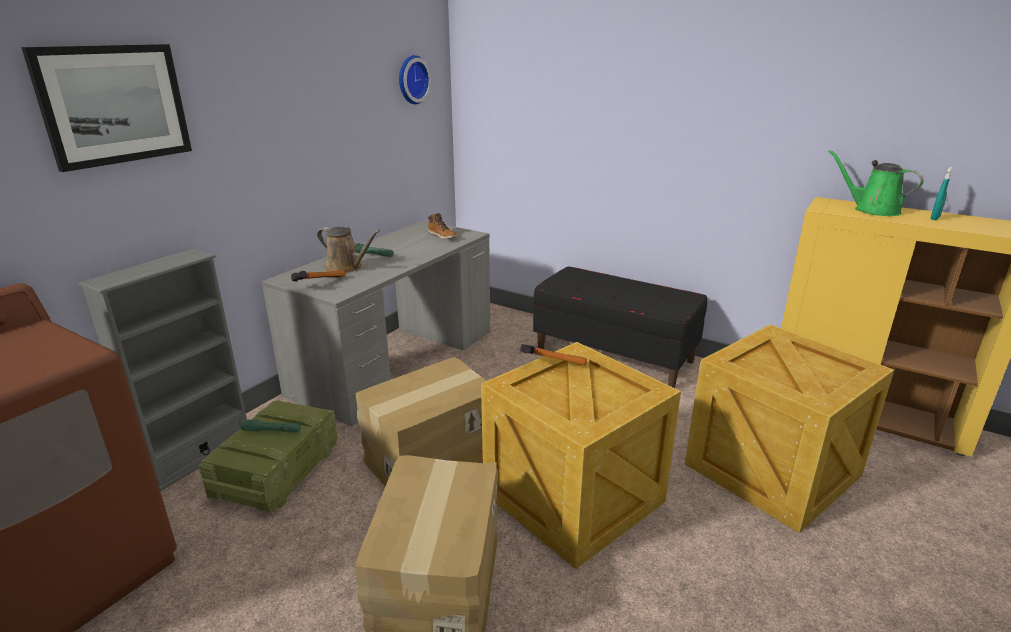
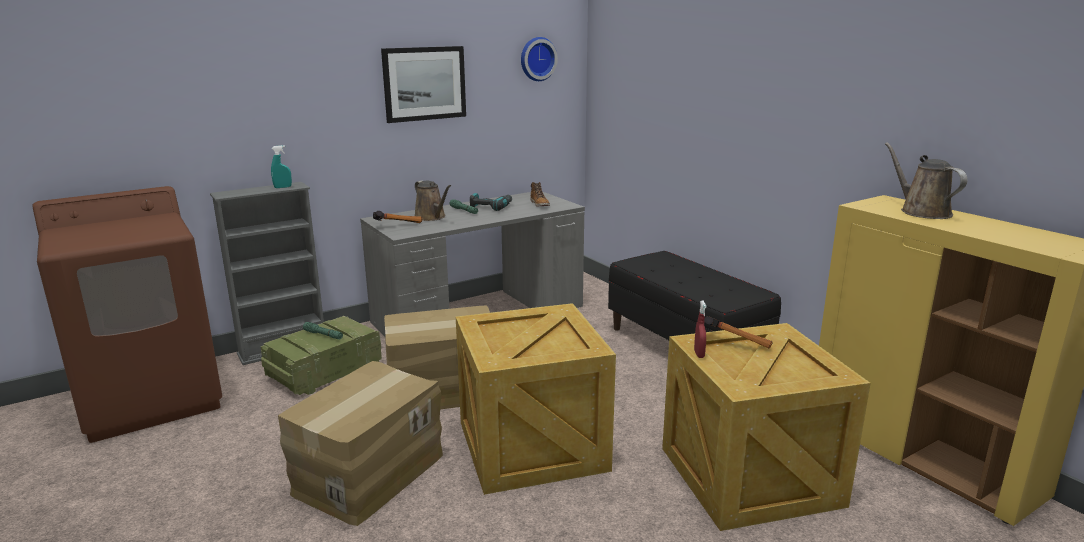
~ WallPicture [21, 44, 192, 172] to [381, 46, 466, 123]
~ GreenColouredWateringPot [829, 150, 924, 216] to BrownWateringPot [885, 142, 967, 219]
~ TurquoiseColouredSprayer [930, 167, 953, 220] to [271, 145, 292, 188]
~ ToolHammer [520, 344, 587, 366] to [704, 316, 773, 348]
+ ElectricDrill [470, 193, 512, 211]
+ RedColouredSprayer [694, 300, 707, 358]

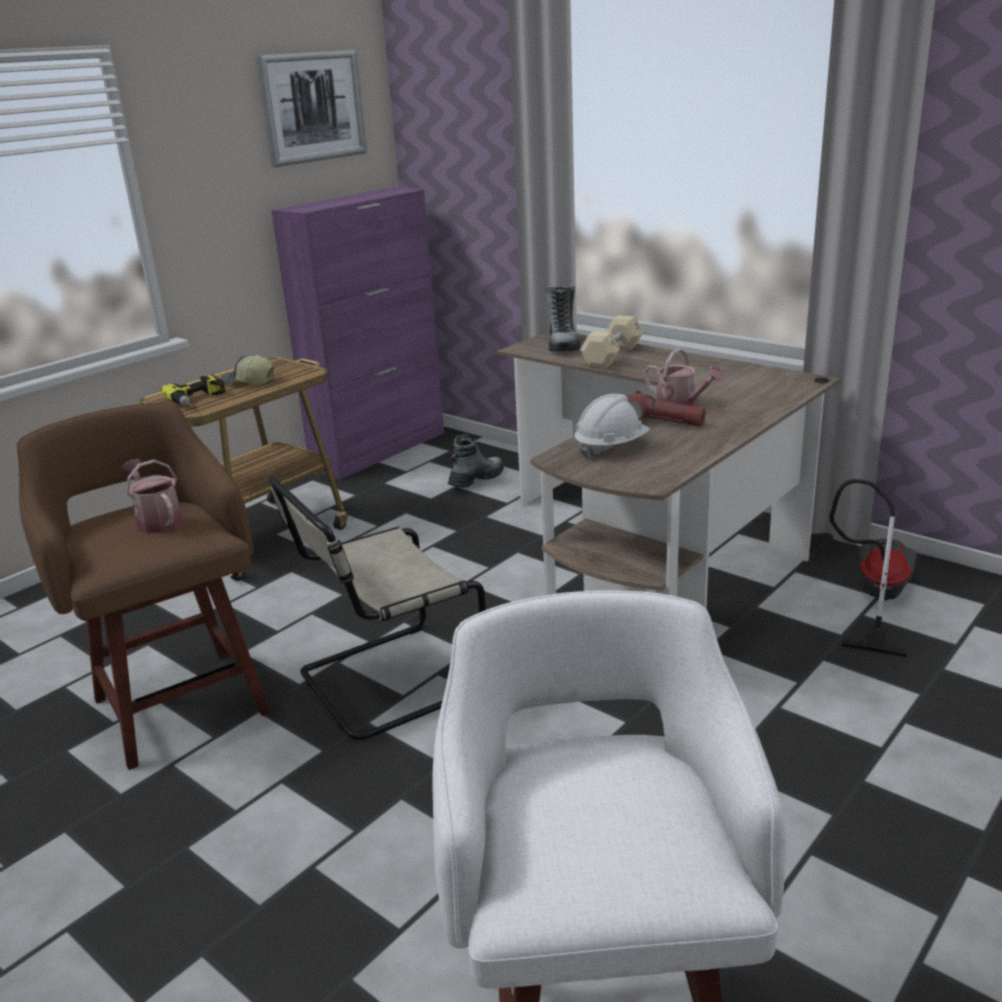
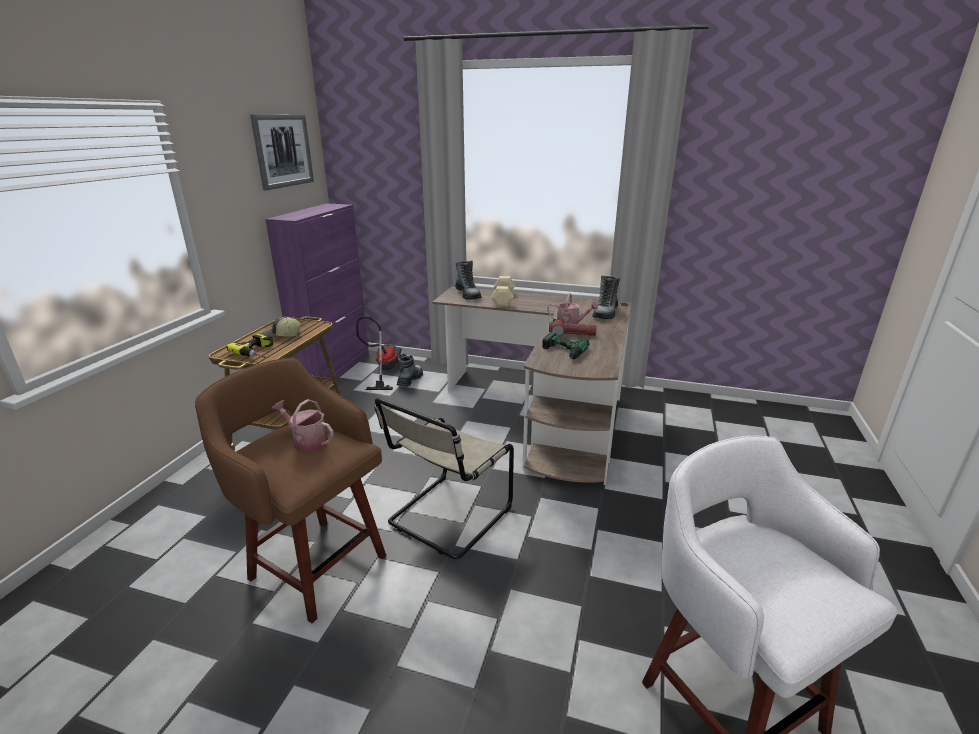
~ WhitishSafetyHelmet [575, 394, 650, 458] to ElectricDrill [542, 332, 589, 361]
~ Vacuum [829, 479, 917, 657] to [356, 316, 402, 390]
+ HighTopBoot [592, 276, 620, 319]

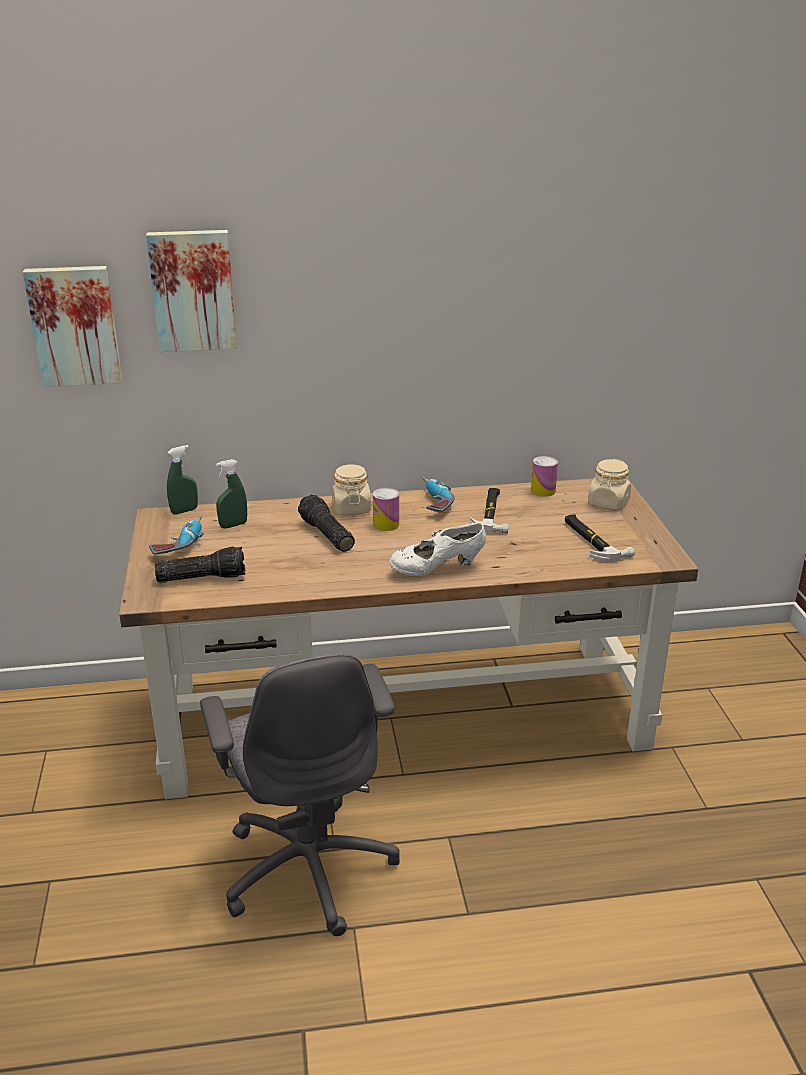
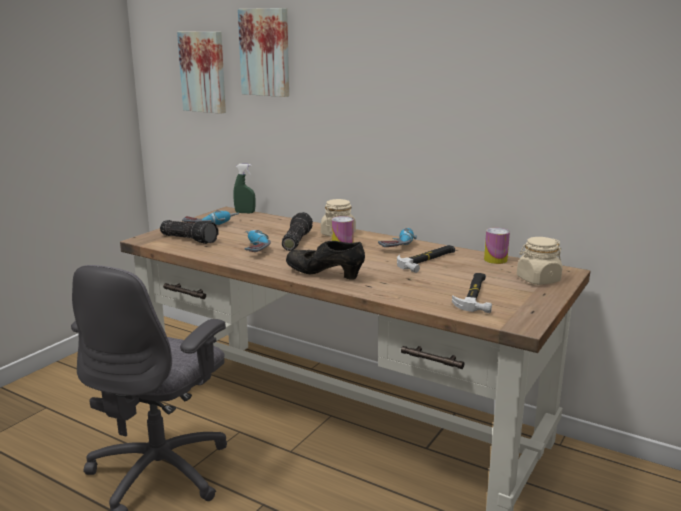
- GreenColouredSprayer [216, 459, 247, 528]
~ WhitishShoe [389, 522, 486, 576] to BlackShoe [286, 241, 365, 280]
+ ElectricDrill [245, 230, 271, 252]

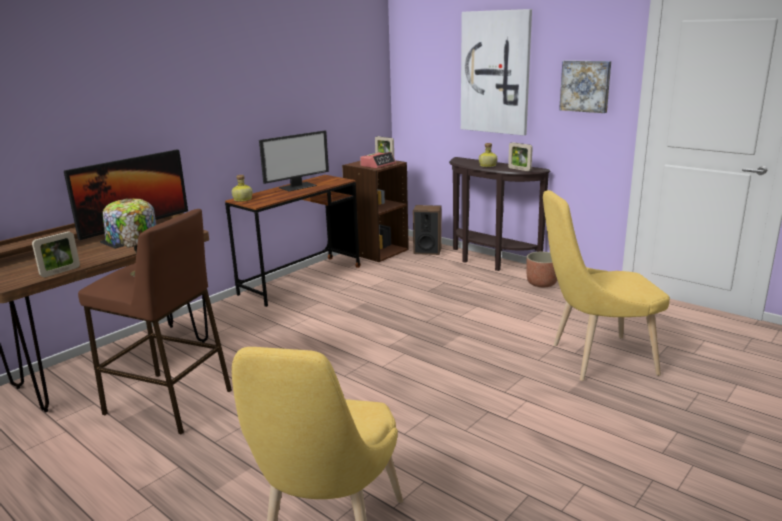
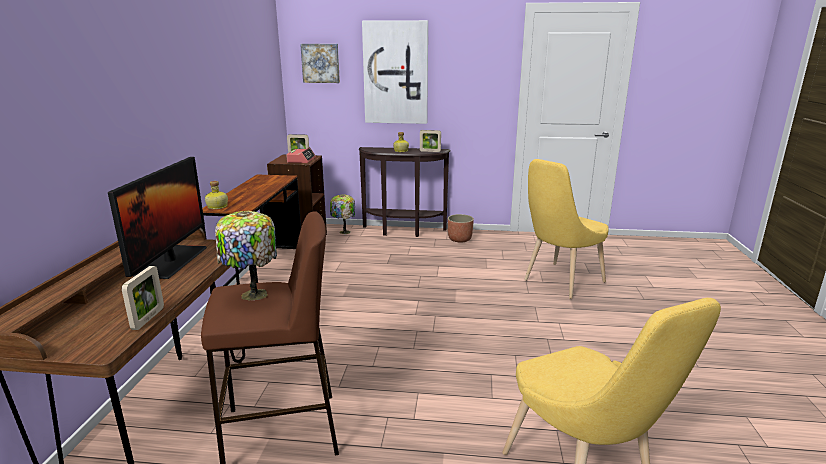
~ WallPicture [559, 60, 611, 113] to [300, 44, 340, 83]
- ComputerScreen [259, 130, 329, 191]
~ Speaker [413, 205, 442, 255] to TableLamp [330, 195, 355, 234]

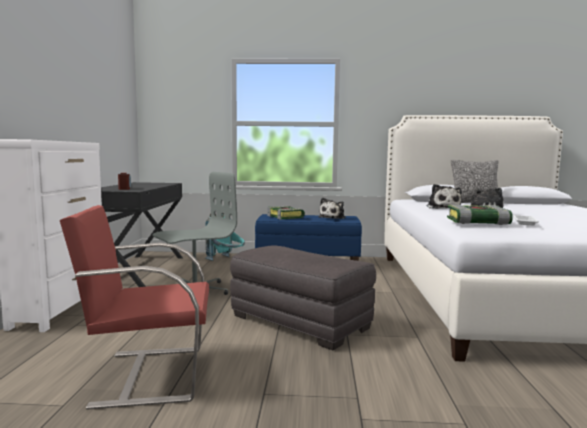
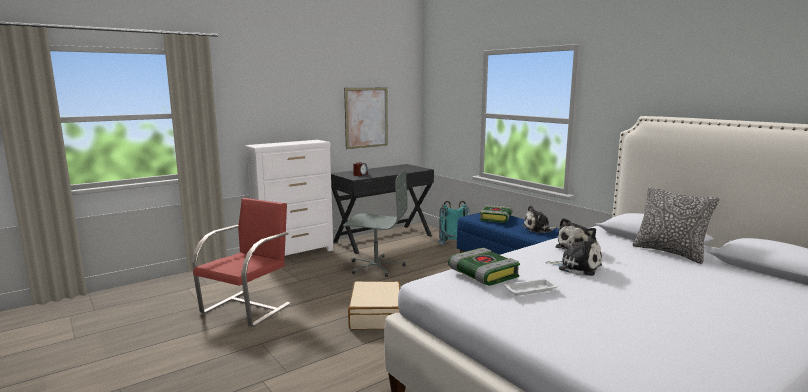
~ RedColouredUprightChair [60, 205, 209, 410] = [192, 198, 291, 327] 75 degrees clockwise
~ GreyPouffe [230, 245, 376, 350] to BeigeTravelCase [348, 281, 401, 329]
+ WallPicture [344, 88, 388, 149]

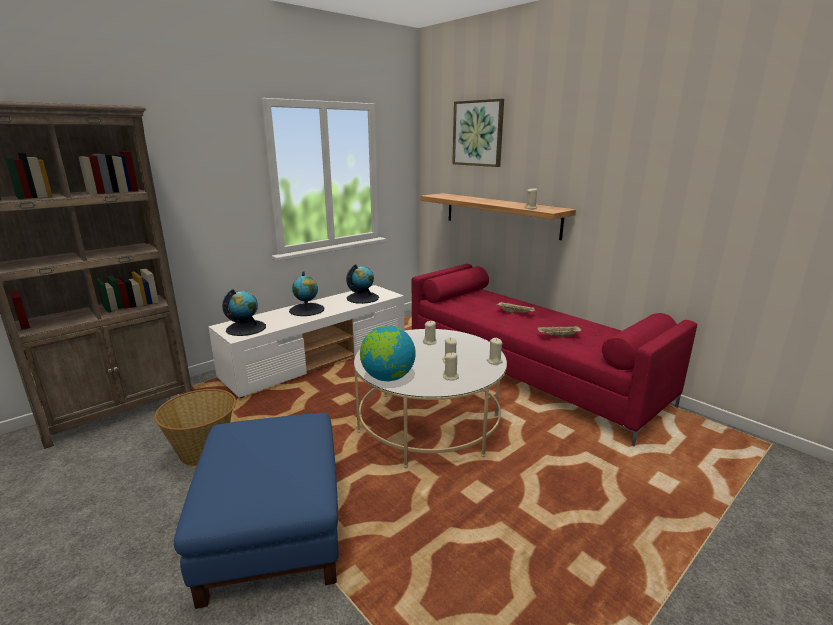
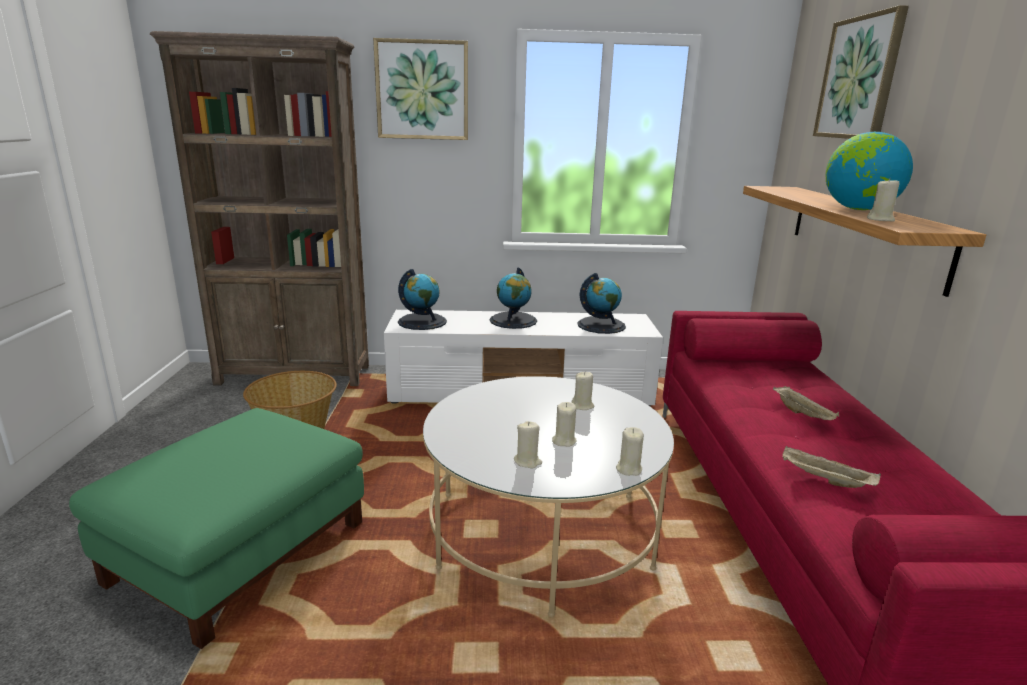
~ DeskGlobe [360, 326, 416, 381] to [825, 132, 913, 210]
~ BluePouffe [174, 413, 339, 609] to GreenColouredPouffe [69, 408, 364, 649]
+ WallPicture [373, 38, 468, 140]

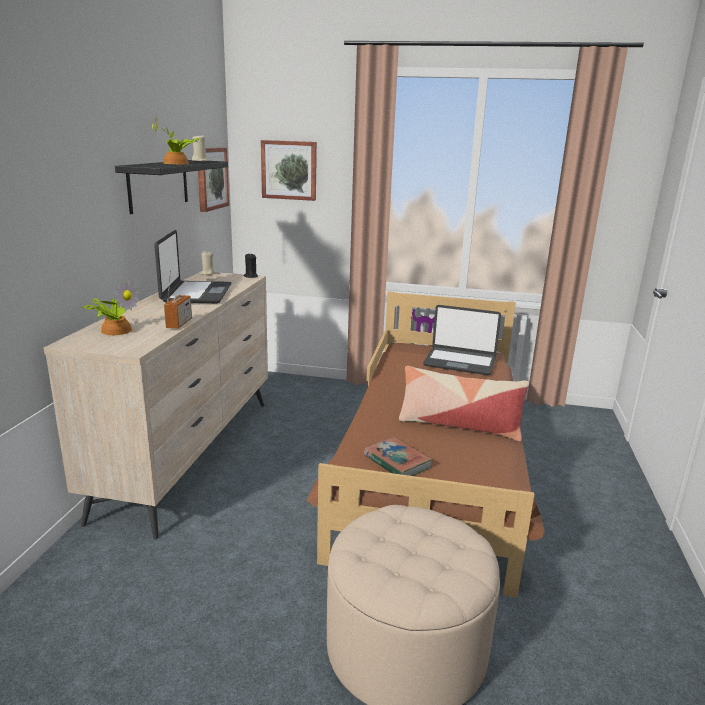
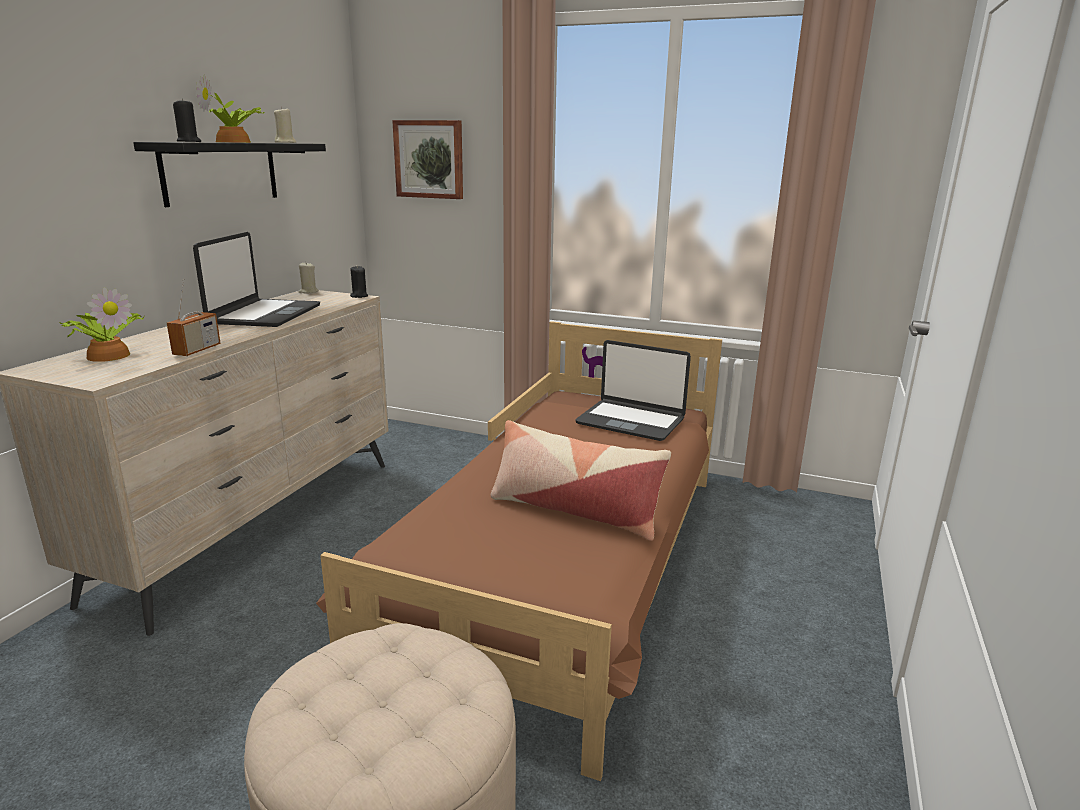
- WallPicture [198, 147, 229, 212]
- Book [364, 437, 433, 476]
+ BlackWaxCandle [173, 99, 201, 142]

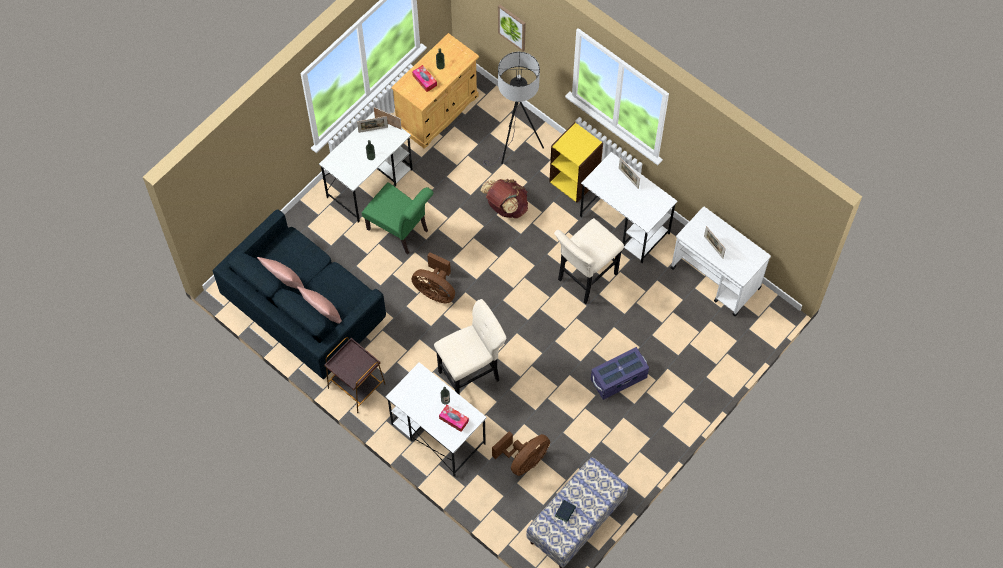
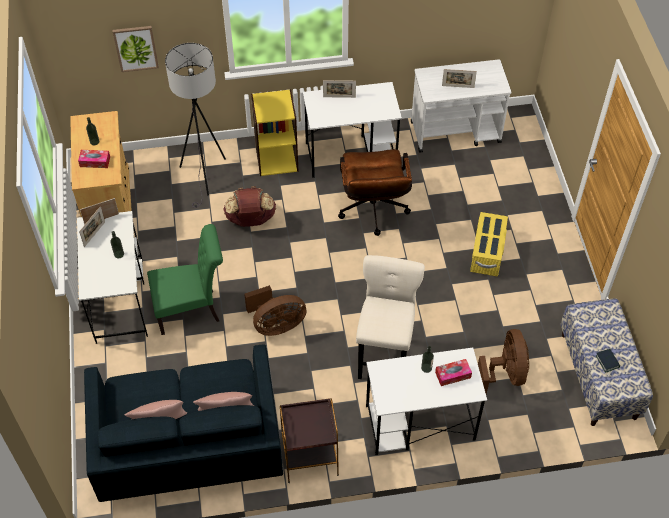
~ BeigeStool [554, 218, 624, 304] to BrownComputerChair [338, 149, 412, 236]
~ PurpleStorageContainer [591, 347, 649, 400] to YellowishStorageContainer [470, 212, 508, 276]

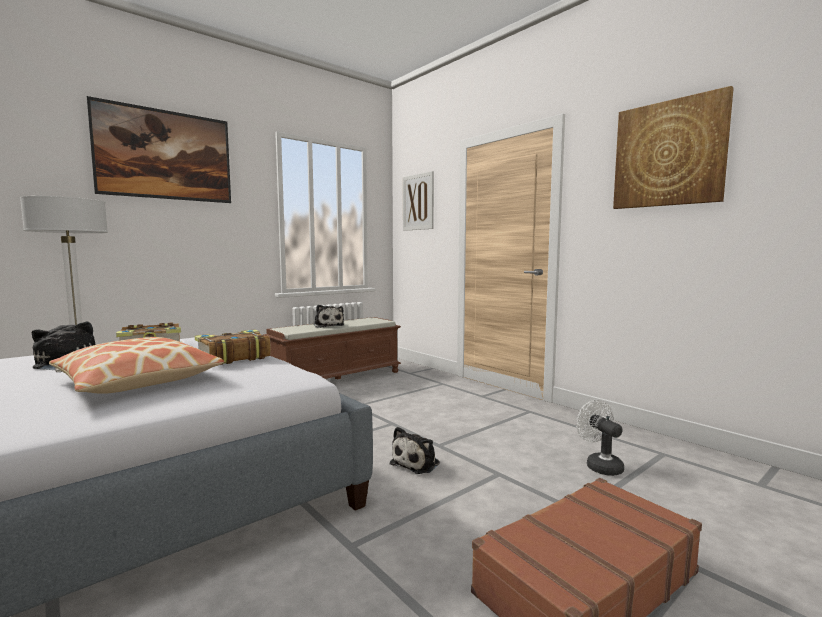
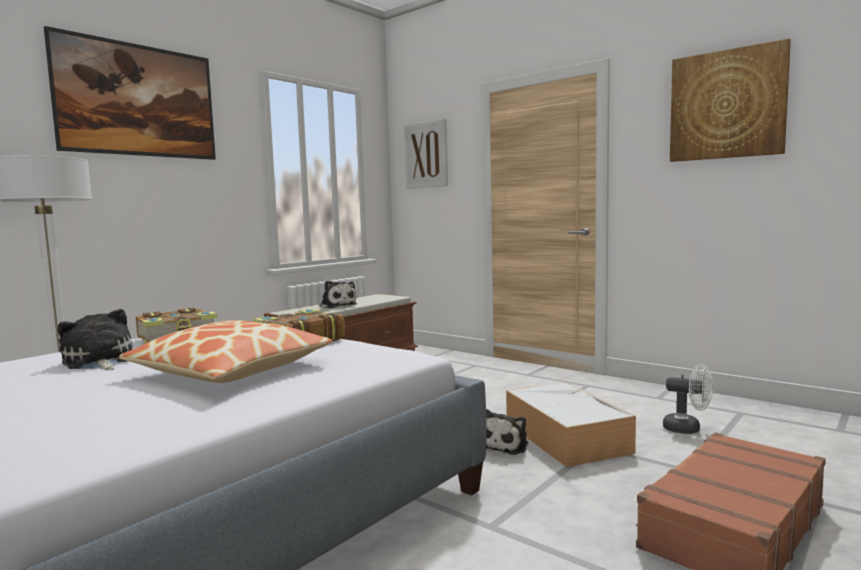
~ WhitishElectricFan [576, 400, 624, 476] = [663, 364, 713, 434] 150 degrees clockwise
+ StorageContainer [506, 382, 636, 467]

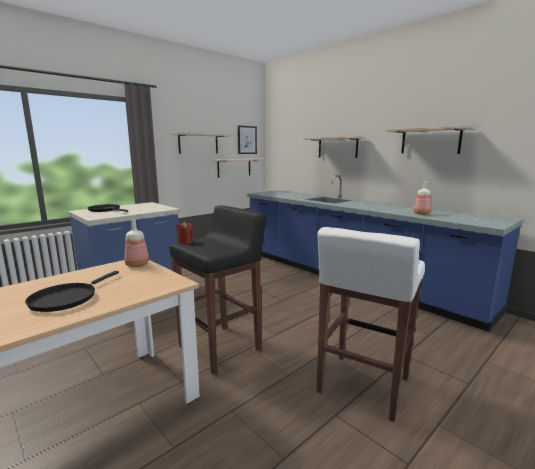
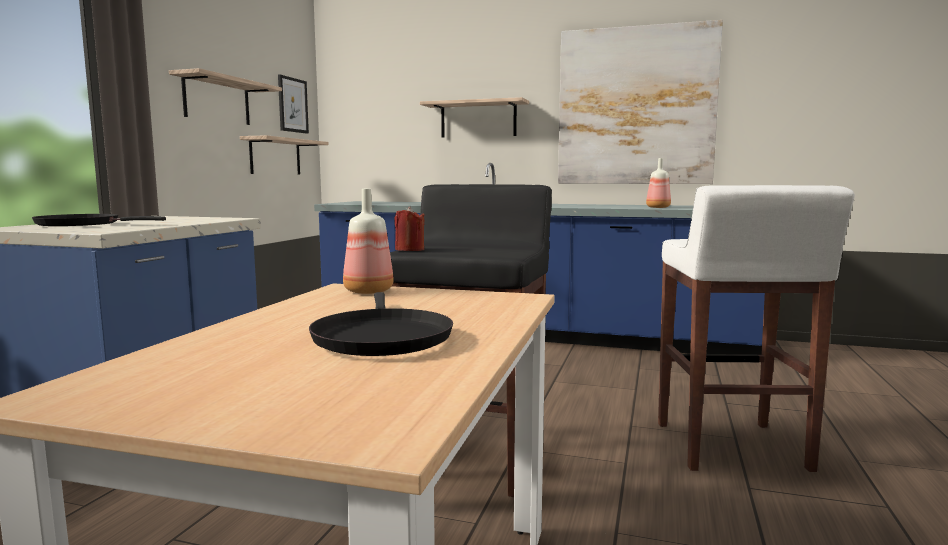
~ BracketShelf [386, 126, 474, 154] to WallPicture [558, 20, 723, 184]

